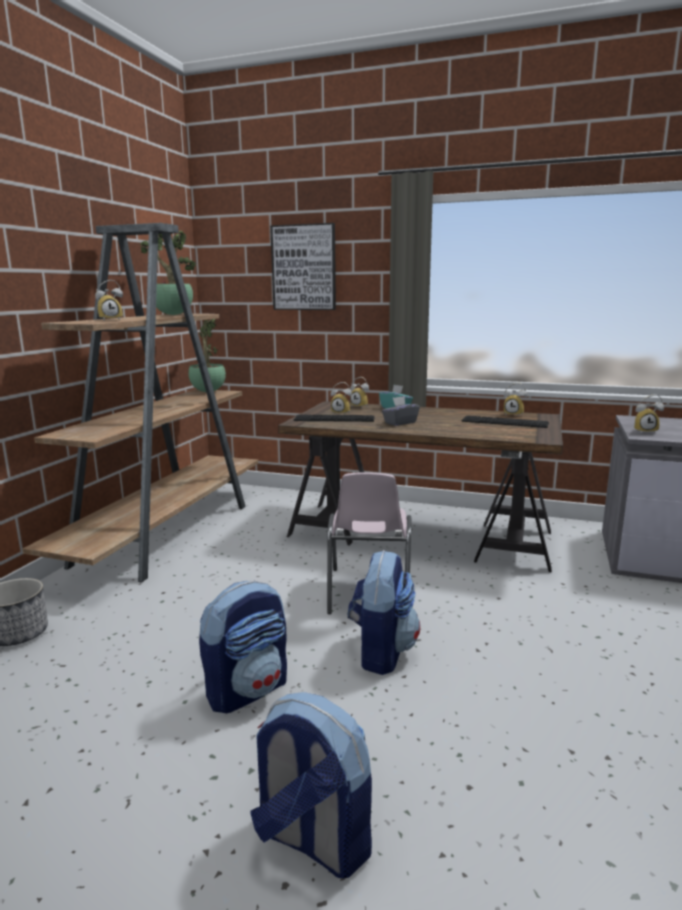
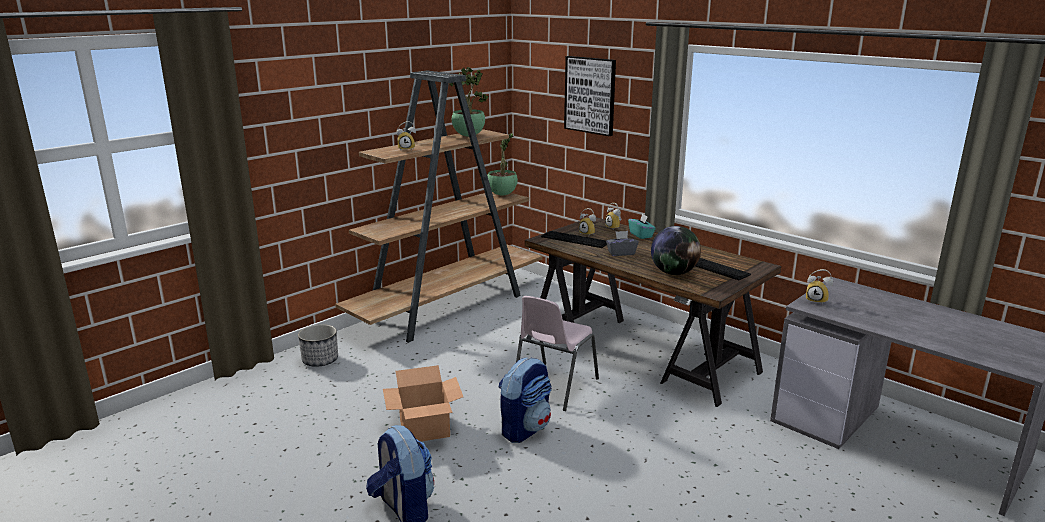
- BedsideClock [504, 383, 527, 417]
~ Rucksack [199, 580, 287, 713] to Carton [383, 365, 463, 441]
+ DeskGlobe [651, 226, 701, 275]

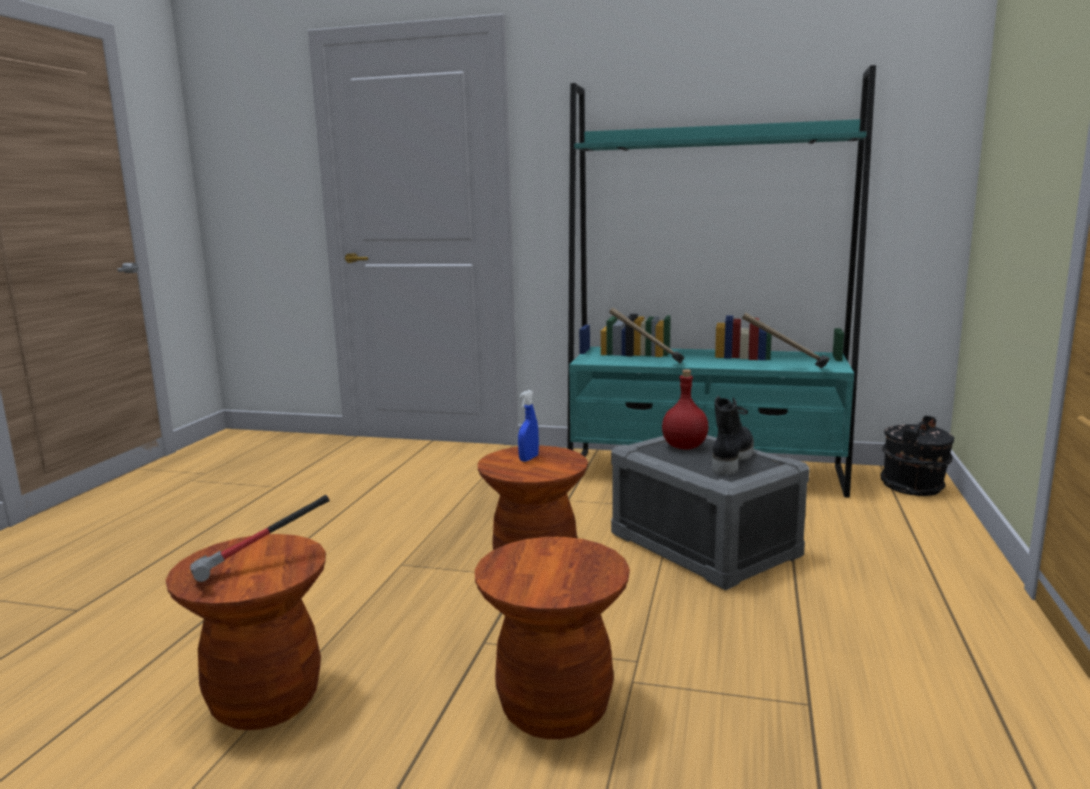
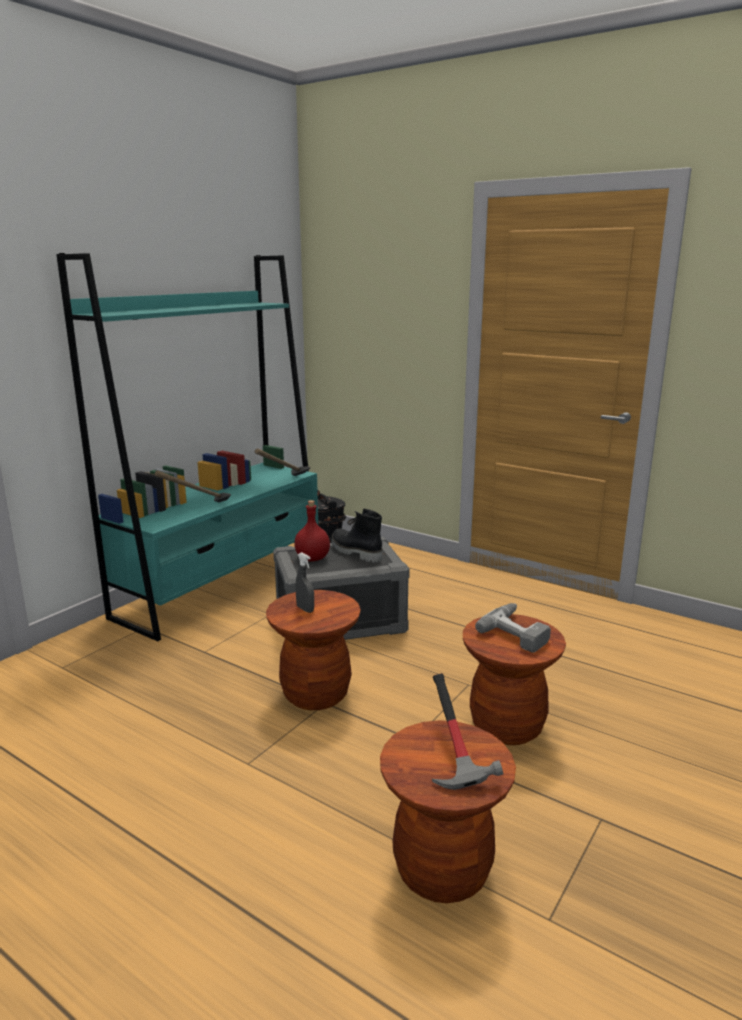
~ BlueSprayer [518, 390, 539, 462] to GreySprayer [296, 552, 314, 613]
+ ElectricDrill [475, 603, 551, 653]

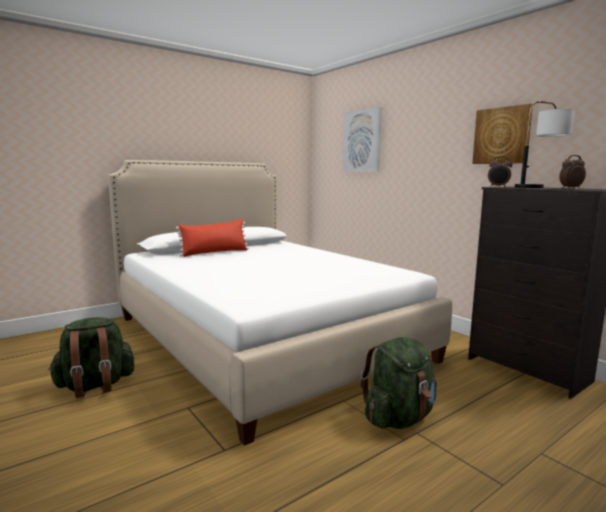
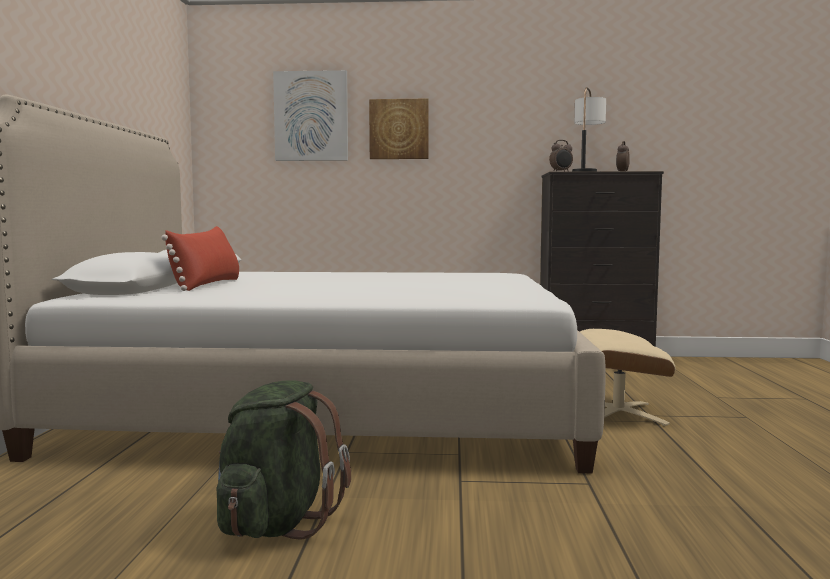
~ WallPicture [472, 104, 532, 164] to [369, 99, 428, 159]
~ GreenColouredRucksack [361, 337, 437, 429] to BeigePouffe [580, 329, 675, 426]

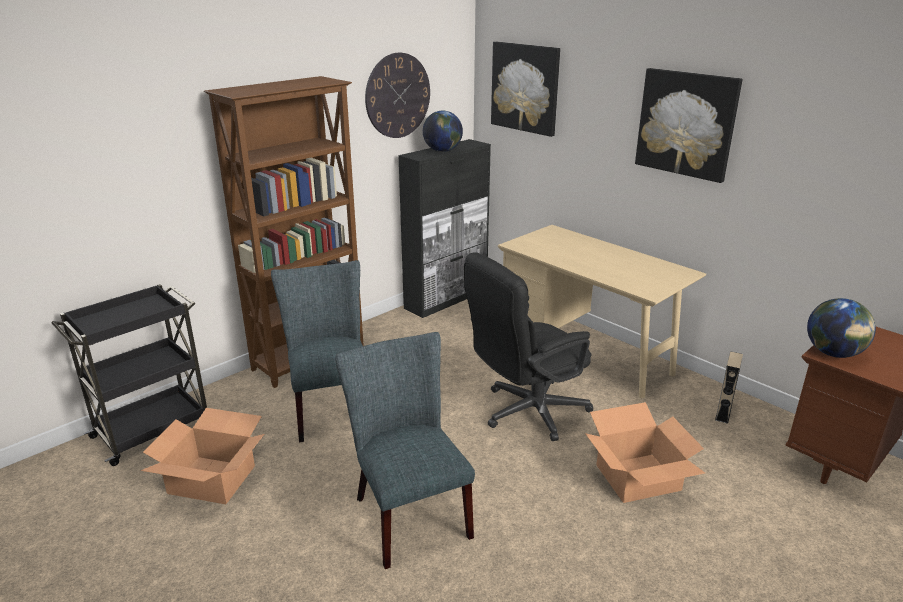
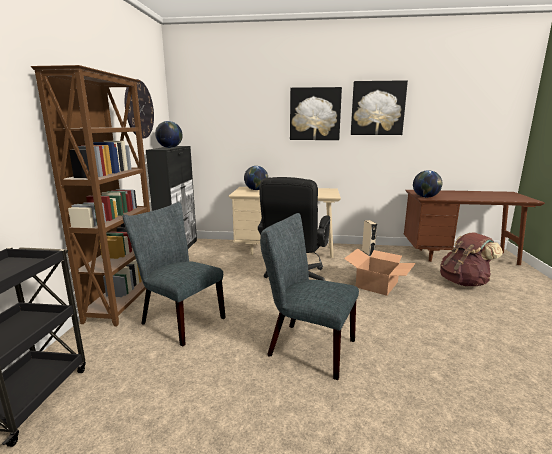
~ WallPicture [491, 42, 560, 137] to [351, 80, 408, 135]
- Carton [141, 408, 264, 504]
+ DeskGlobe [244, 166, 268, 190]
+ BrownRucksack [440, 233, 503, 286]

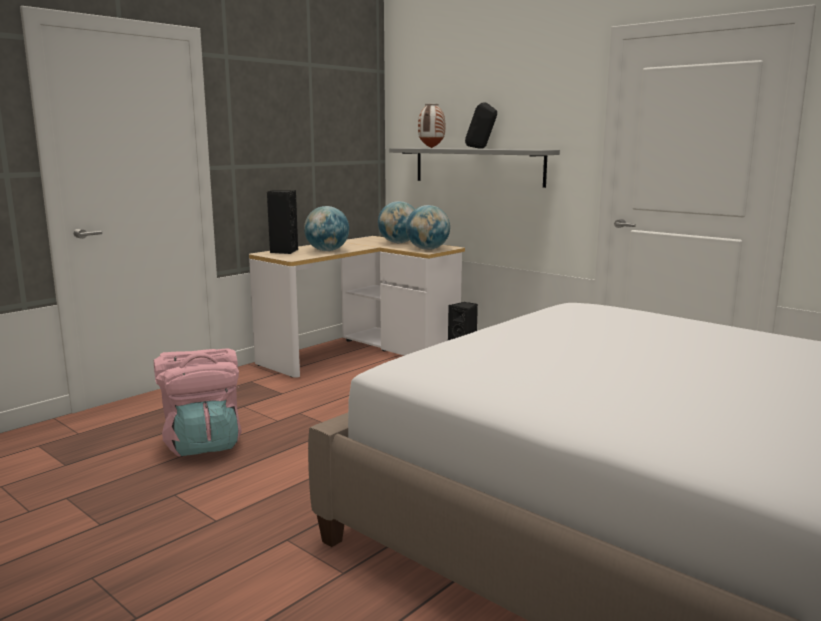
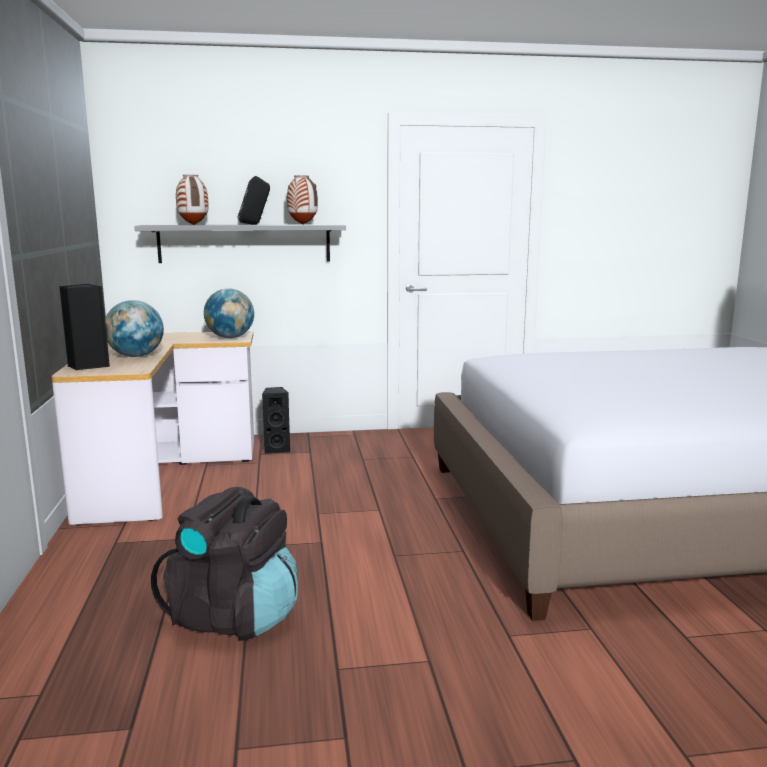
- DeskGlobe [378, 201, 415, 243]
~ PinkColouredRucksack [154, 348, 242, 456] to BlackRucksack [151, 487, 298, 641]
+ Vase [287, 175, 318, 225]

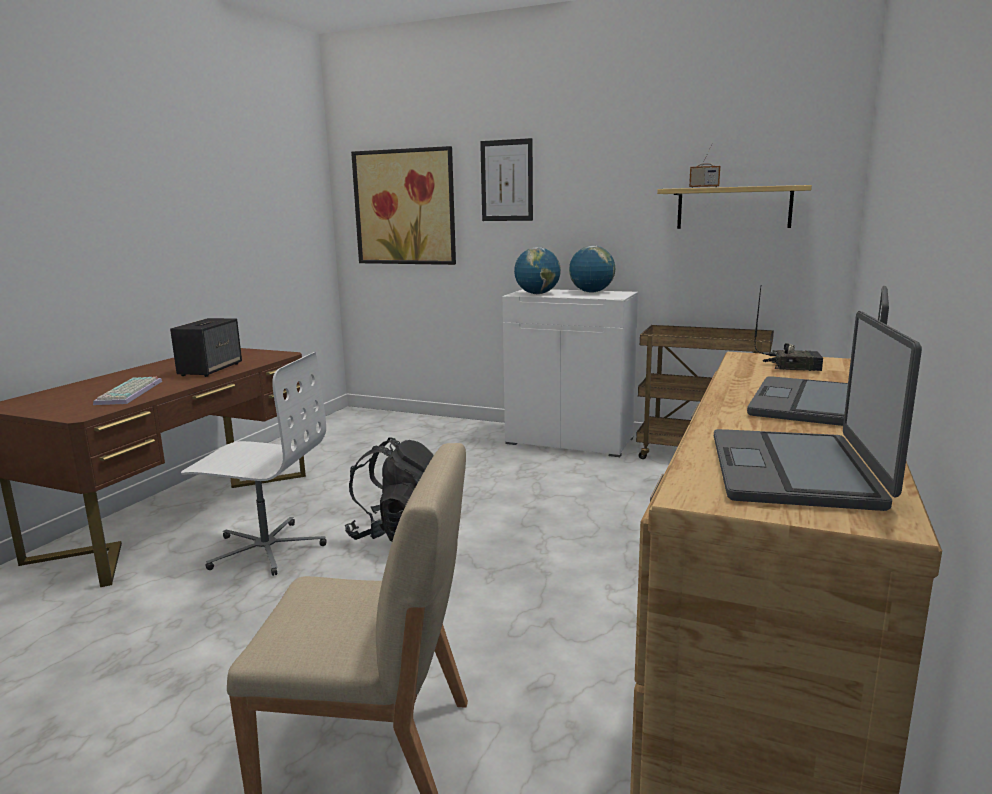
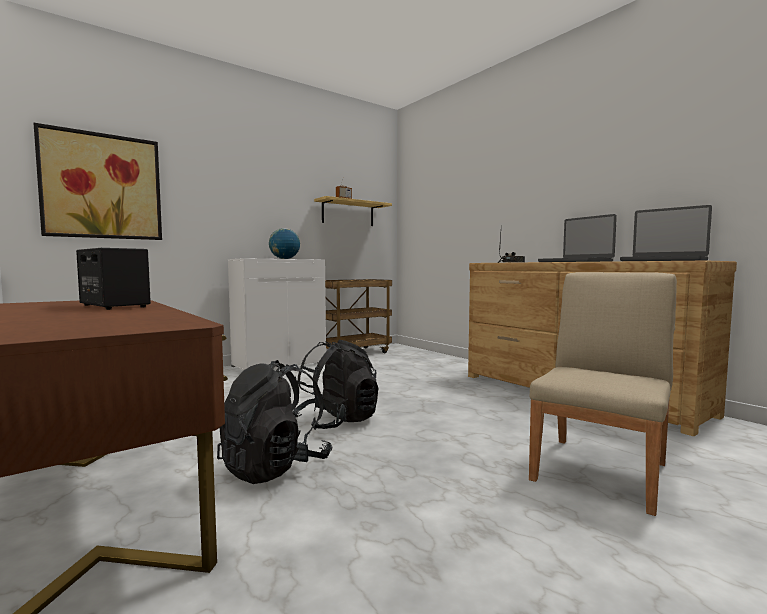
- WallPicture [480, 138, 533, 221]
- DeskGlobe [514, 247, 561, 294]
~ WhitishComputerChair [181, 352, 327, 576] to BlackRucksack [217, 360, 332, 484]
- ComputerKeyboard [93, 377, 162, 405]

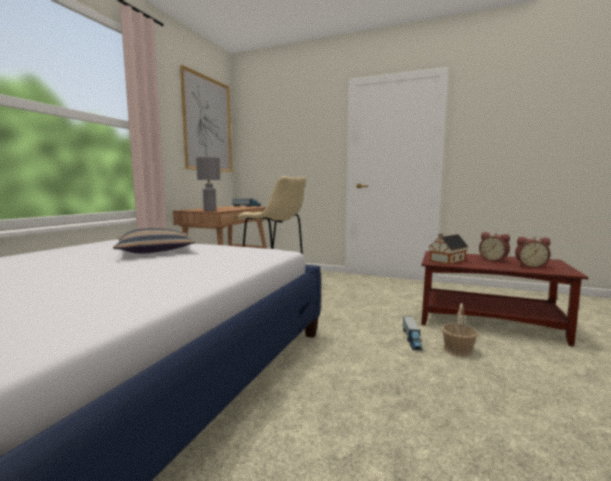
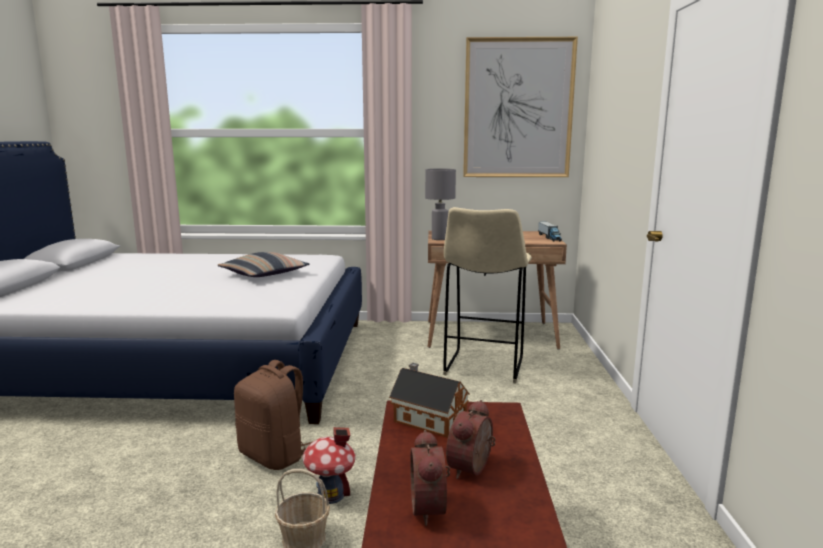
~ ModelTruck [403, 316, 423, 350] to ToyHouse [302, 427, 355, 504]
+ BrownRucksack [234, 360, 312, 470]

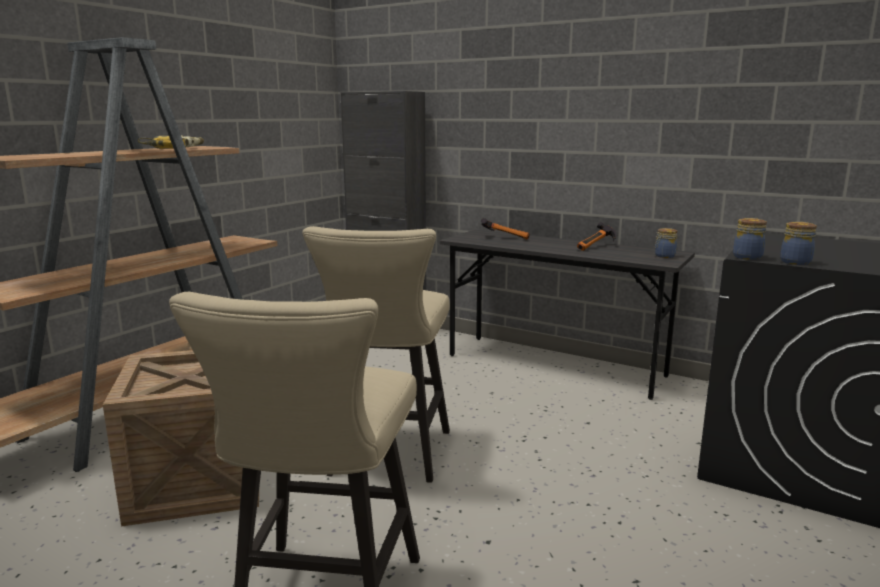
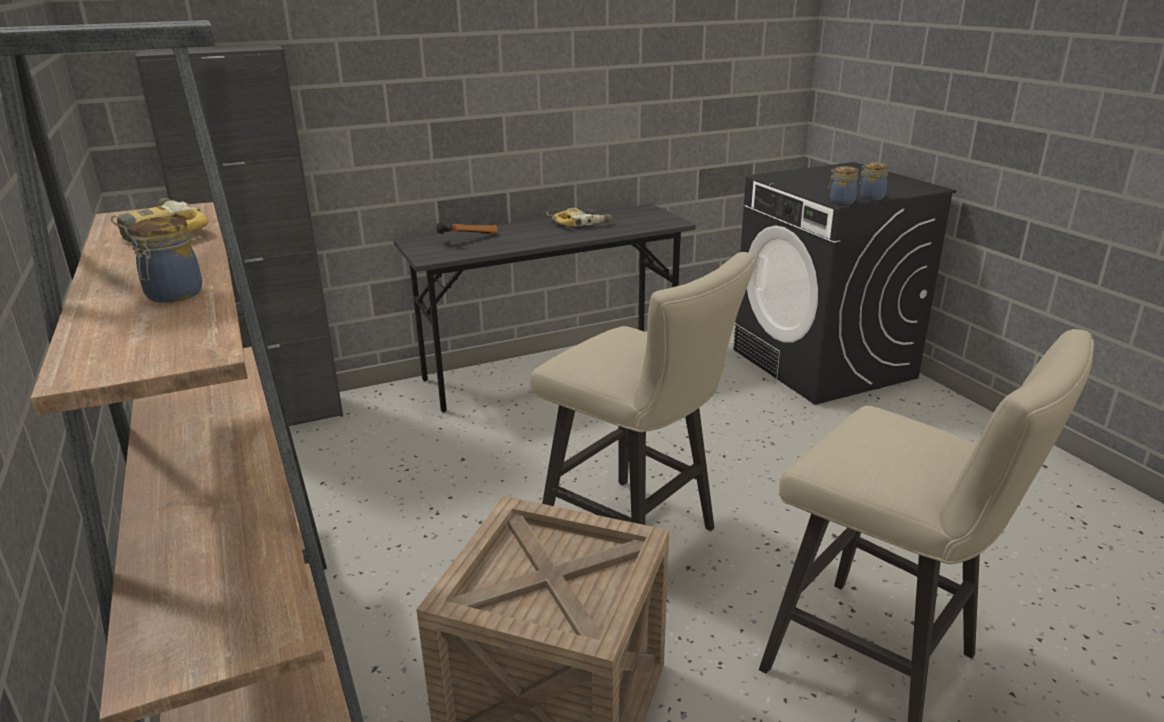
~ ToolHammer [577, 222, 616, 251] to ElectricDrill [546, 208, 613, 227]
~ Jar [655, 228, 677, 258] to [129, 217, 202, 303]

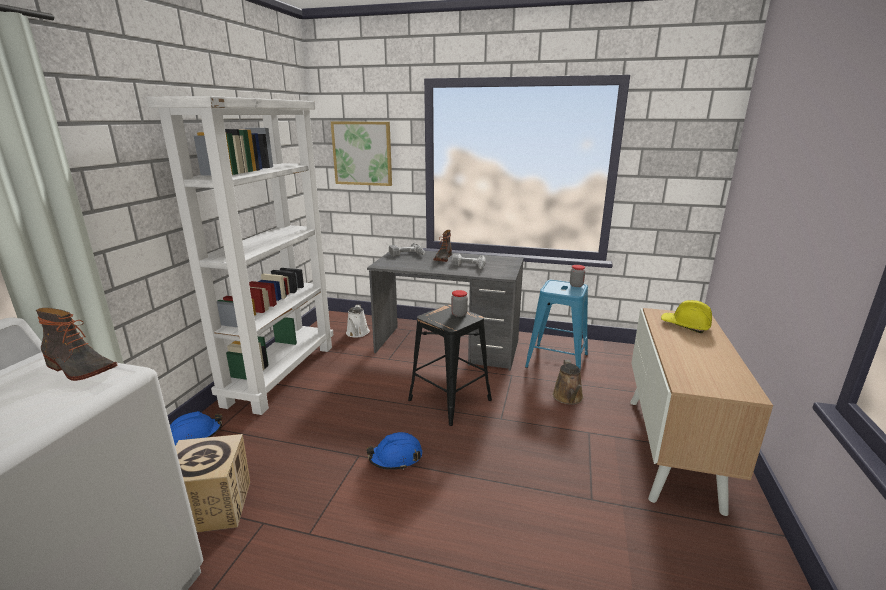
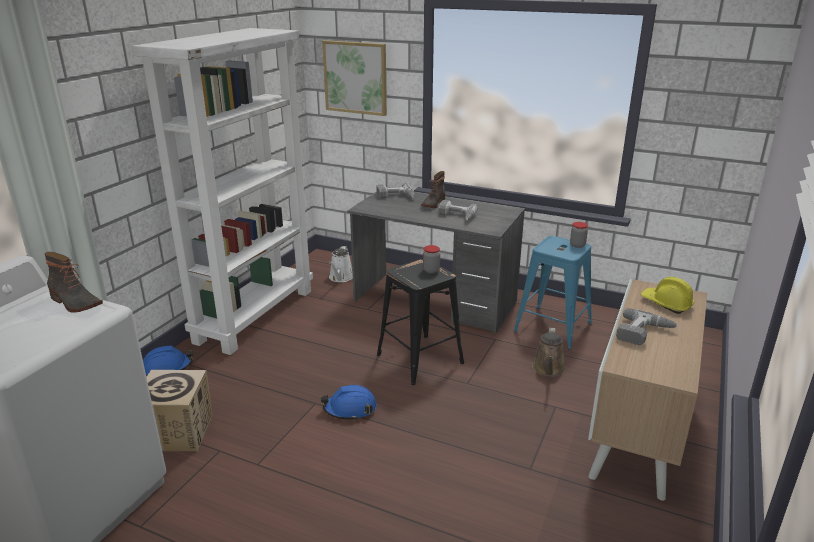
+ ElectricDrill [616, 308, 678, 345]

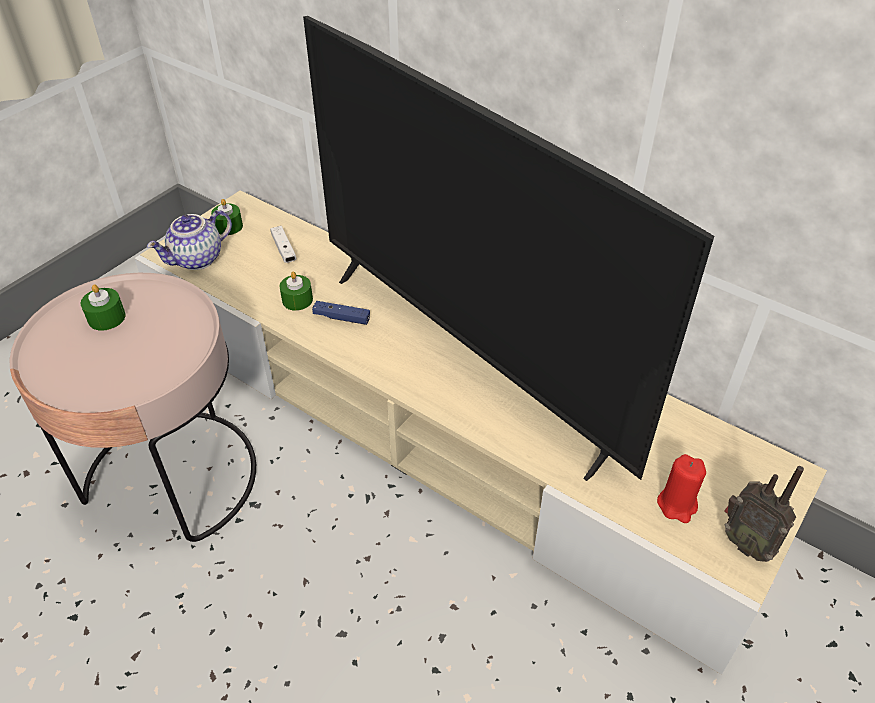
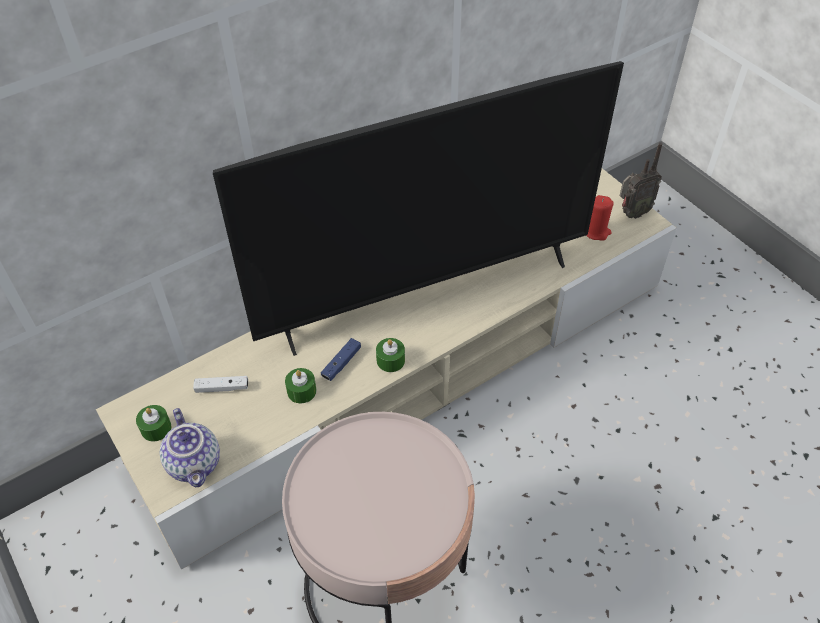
~ GreenColouredWaxCandle [81, 284, 126, 331] to [376, 338, 405, 372]

